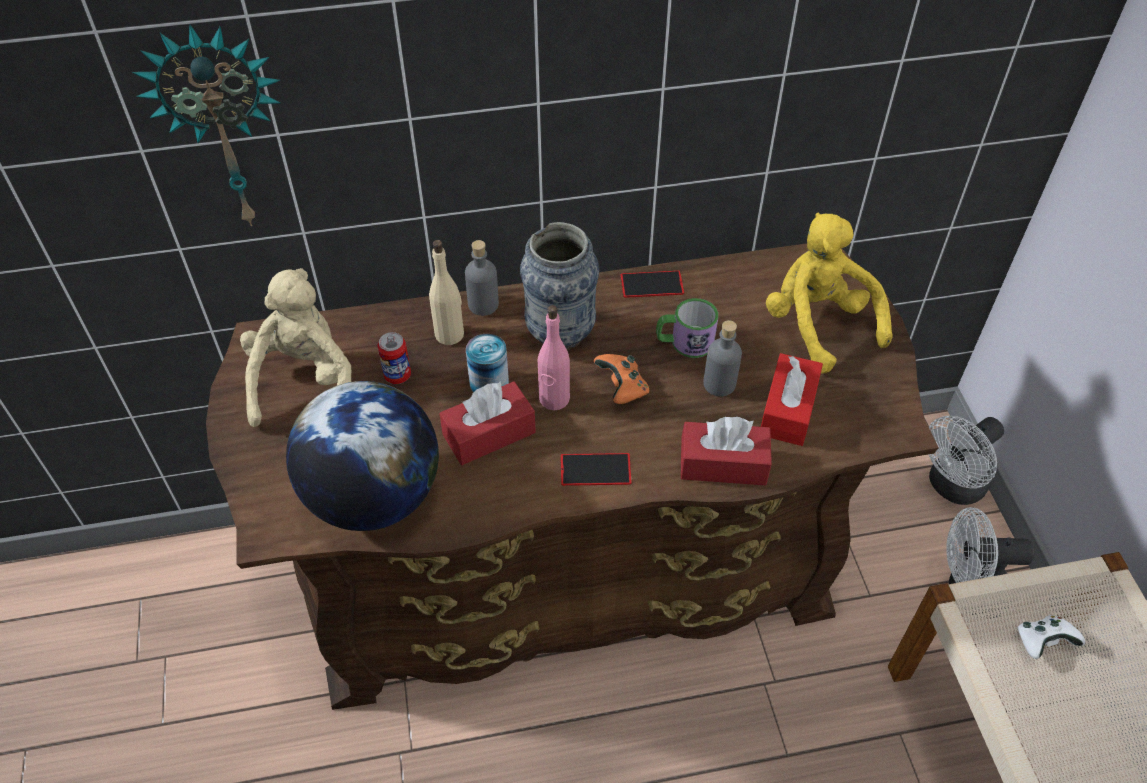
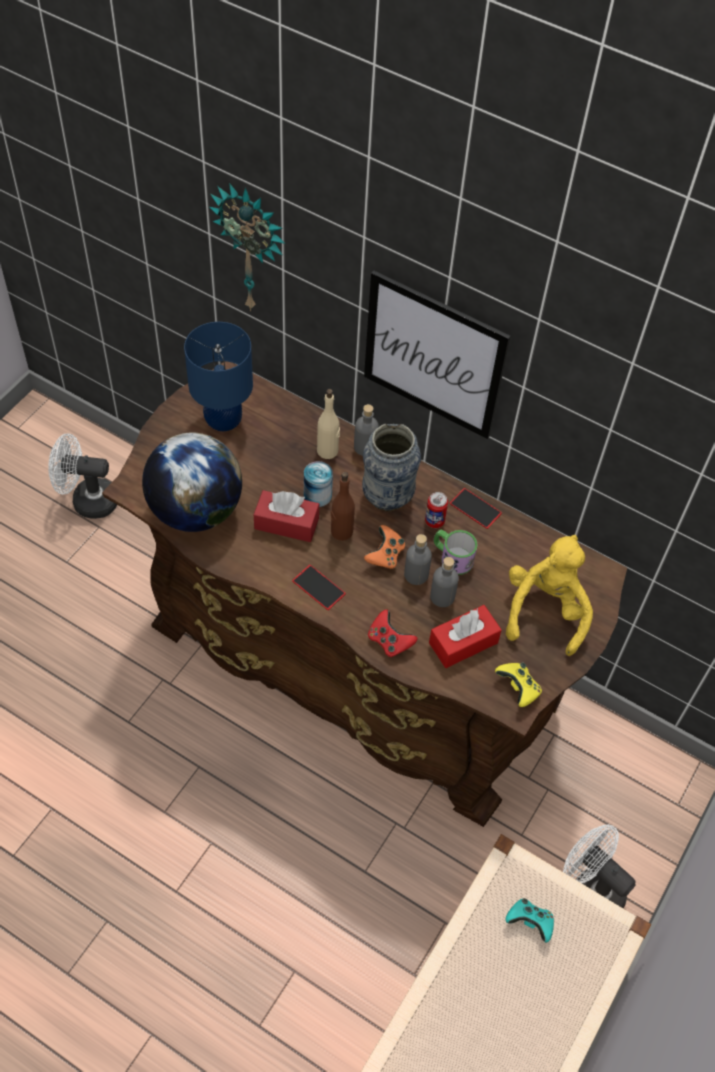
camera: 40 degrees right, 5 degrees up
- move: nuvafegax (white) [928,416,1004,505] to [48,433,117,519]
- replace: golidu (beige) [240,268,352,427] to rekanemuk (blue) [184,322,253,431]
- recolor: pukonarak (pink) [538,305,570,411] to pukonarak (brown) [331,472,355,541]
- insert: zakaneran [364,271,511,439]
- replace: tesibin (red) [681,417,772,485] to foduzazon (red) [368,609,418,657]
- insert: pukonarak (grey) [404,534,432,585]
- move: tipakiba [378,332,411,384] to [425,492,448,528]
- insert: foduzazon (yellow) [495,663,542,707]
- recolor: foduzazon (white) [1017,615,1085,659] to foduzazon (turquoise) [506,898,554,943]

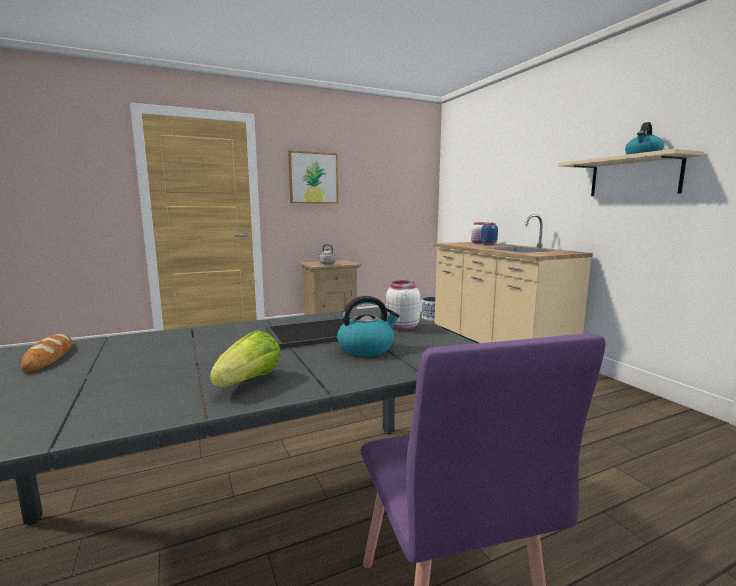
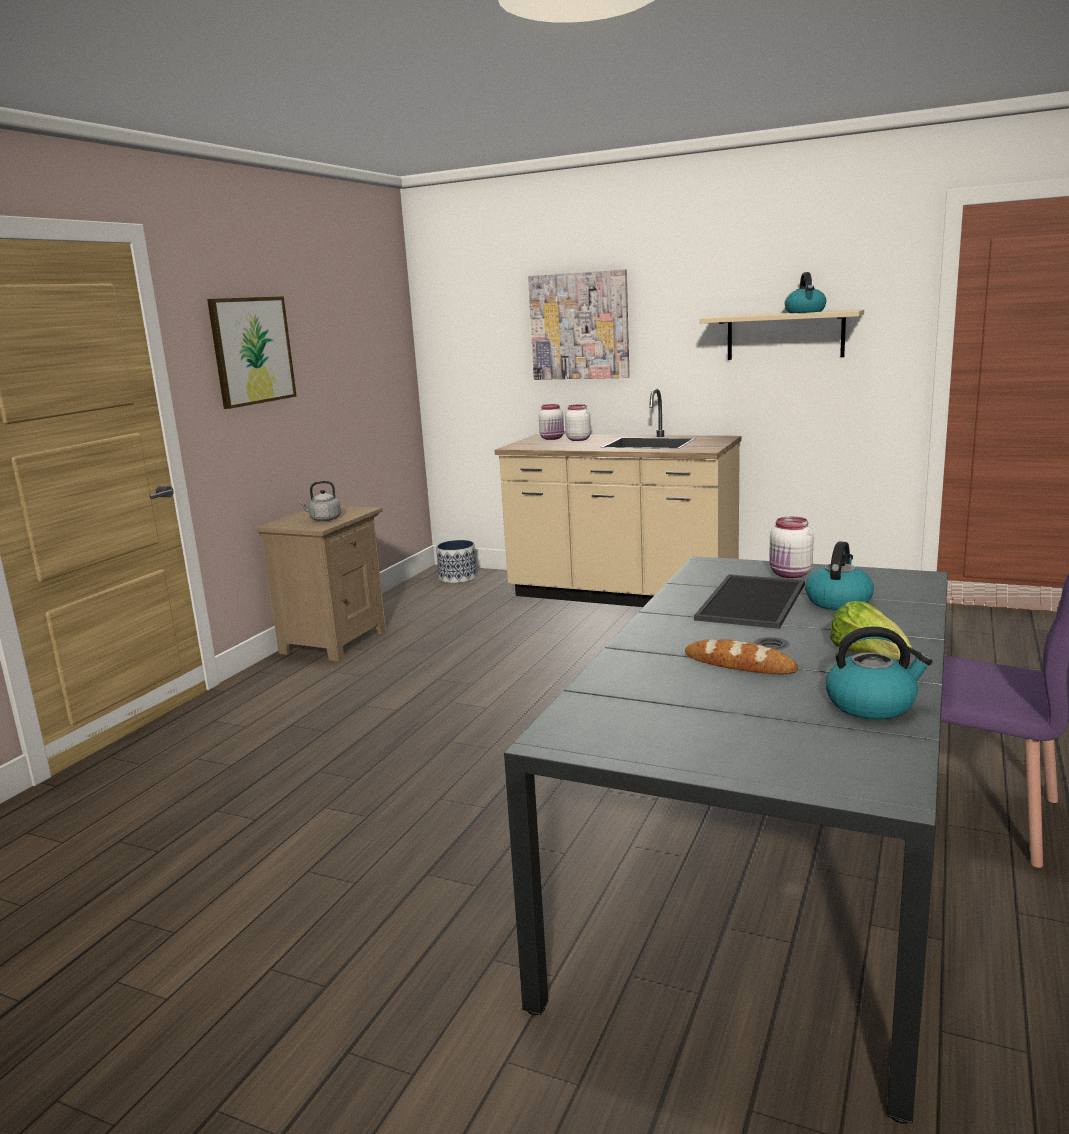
camera: 40 degrees left, 5 degrees up
- insert: zakaneran [528,269,630,380]
- recolor: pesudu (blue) [481,223,498,245] to pesudu (white) [565,404,591,441]
- move: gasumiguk [21,334,72,372] to [685,639,798,674]
- insert: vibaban [826,627,933,720]

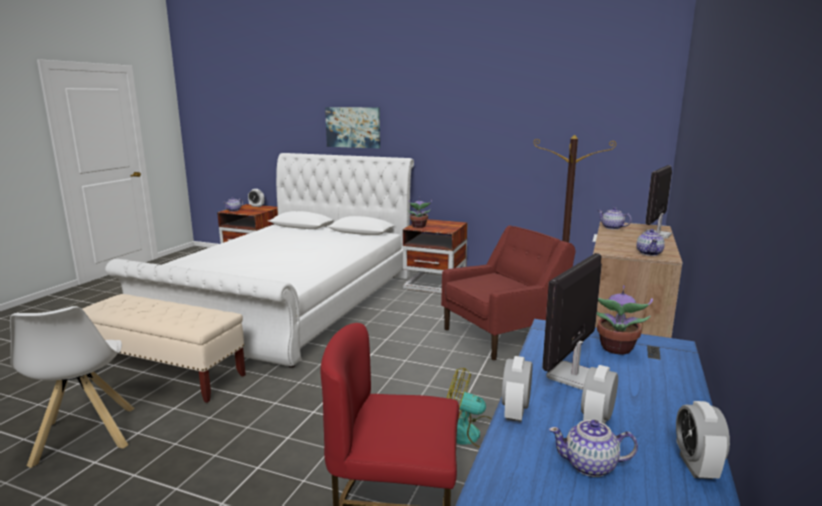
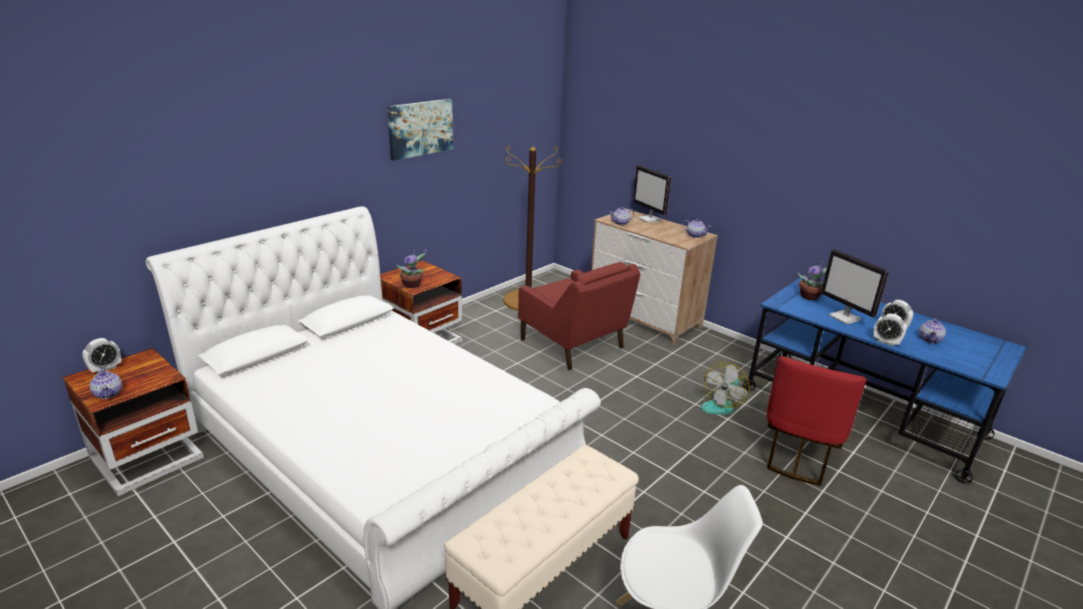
camera: 70 degrees left, 10 degrees up
- move: zakaneran [325,107,380,148] to [387,99,453,161]
- rotate: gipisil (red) [441,226,575,360] = [518,262,640,370] 150 degrees clockwise
- delete: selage [676,401,730,479]

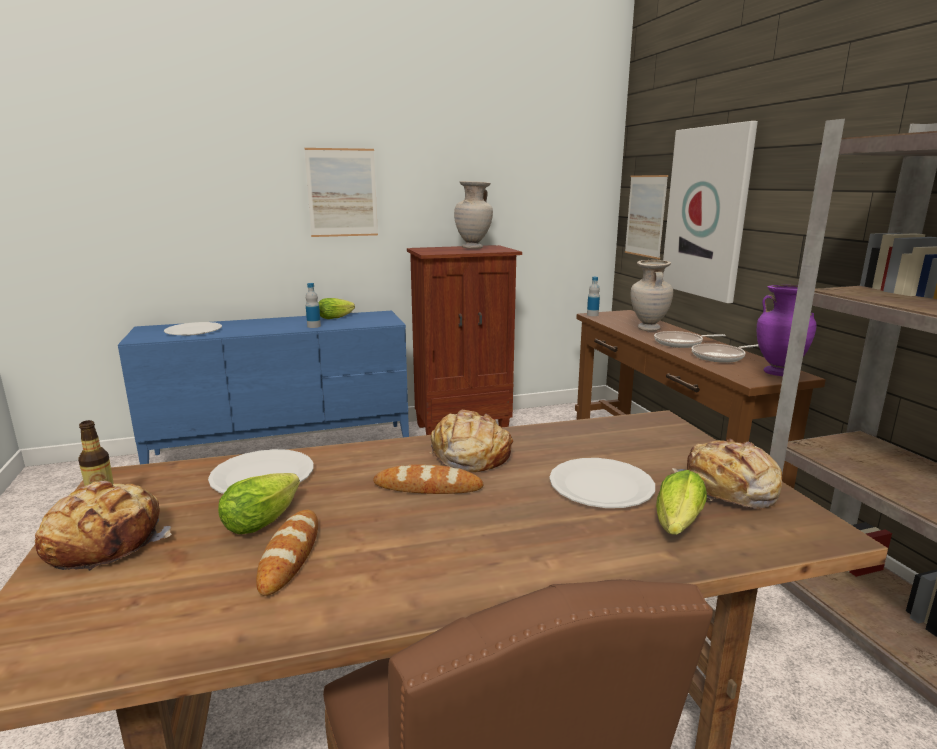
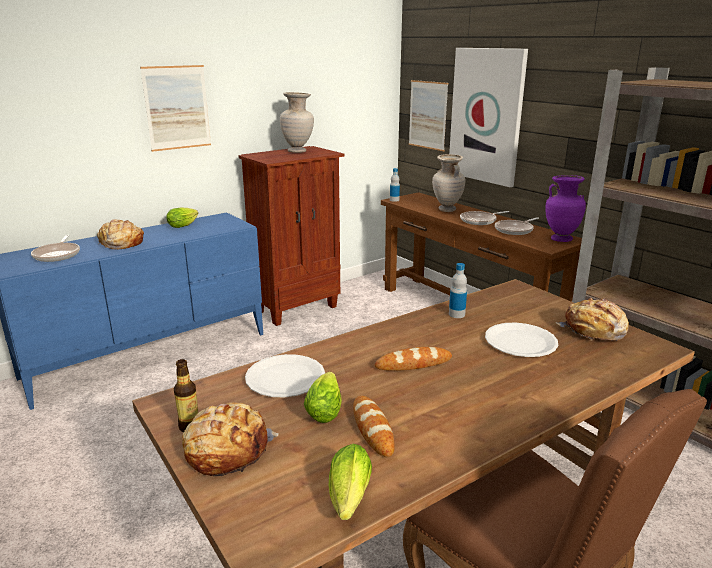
camera: 20 degrees left, 5 degrees up
- replace: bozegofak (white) [164,322,222,336] to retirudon [31,235,80,262]
- move: gasumiguk [431,410,513,472] to [97,219,144,249]
- move: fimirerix [656,470,707,535] to [329,444,372,520]
- move: pukonarak [306,283,321,328] to [449,263,467,318]

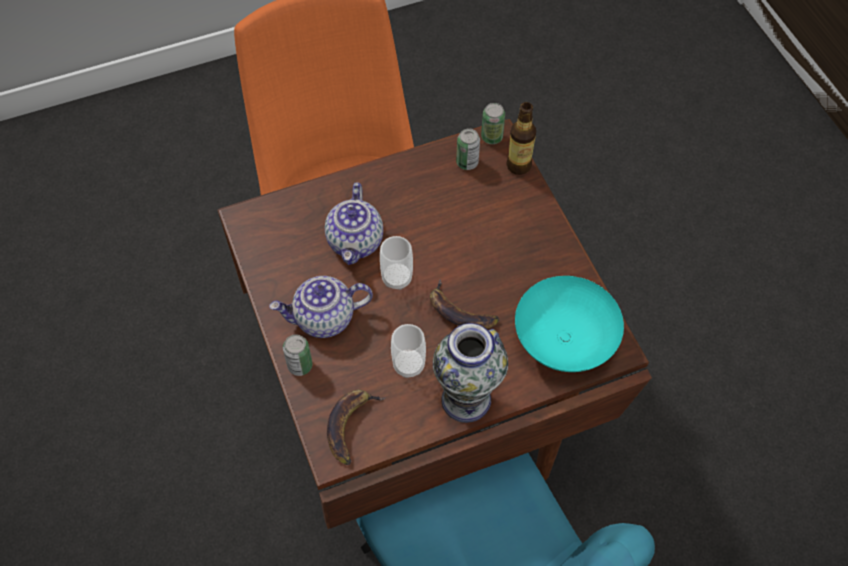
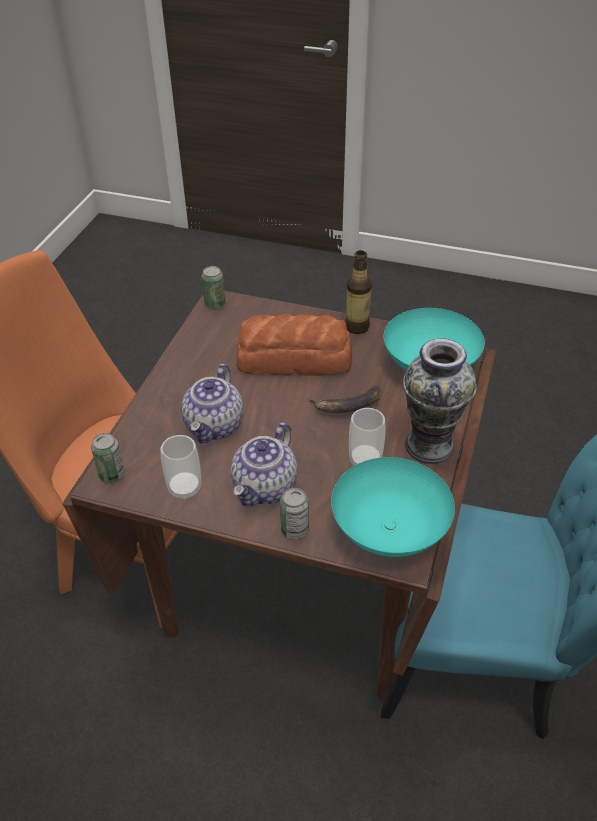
camera: 50 degrees left, 15 degrees down
- move: tipakiba [456,129,480,170] to [91,433,125,483]
- move: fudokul [380,236,413,290] to [160,435,201,500]
- rotate: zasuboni [325,183,383,265] = [181,364,244,443] 60 degrees clockwise
- insert: gasumiguk [236,314,352,376]
- replace: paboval [327,389,386,465] to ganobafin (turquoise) [331,457,455,557]
- move: pukonarak [506,102,536,175] to [345,250,372,334]

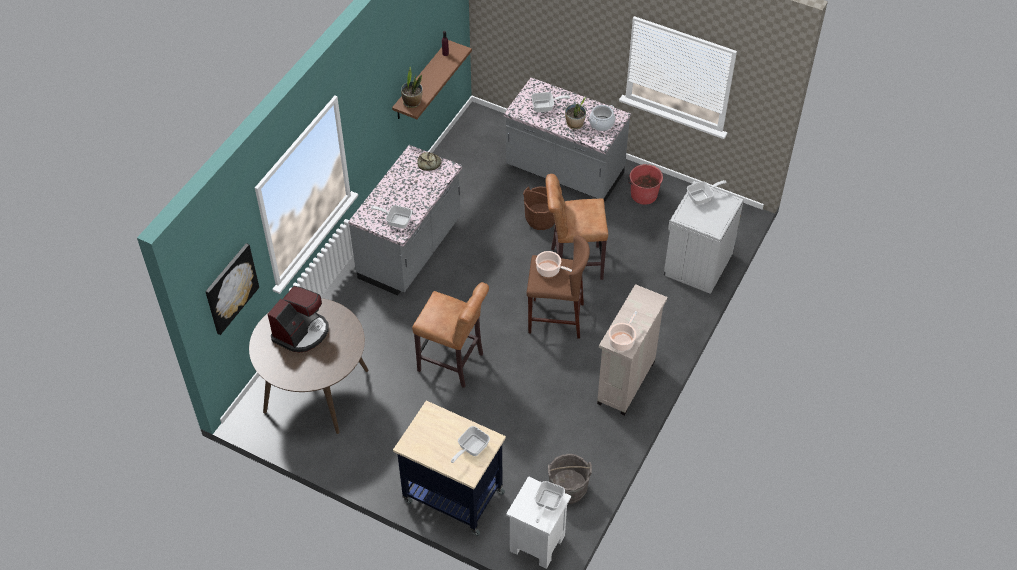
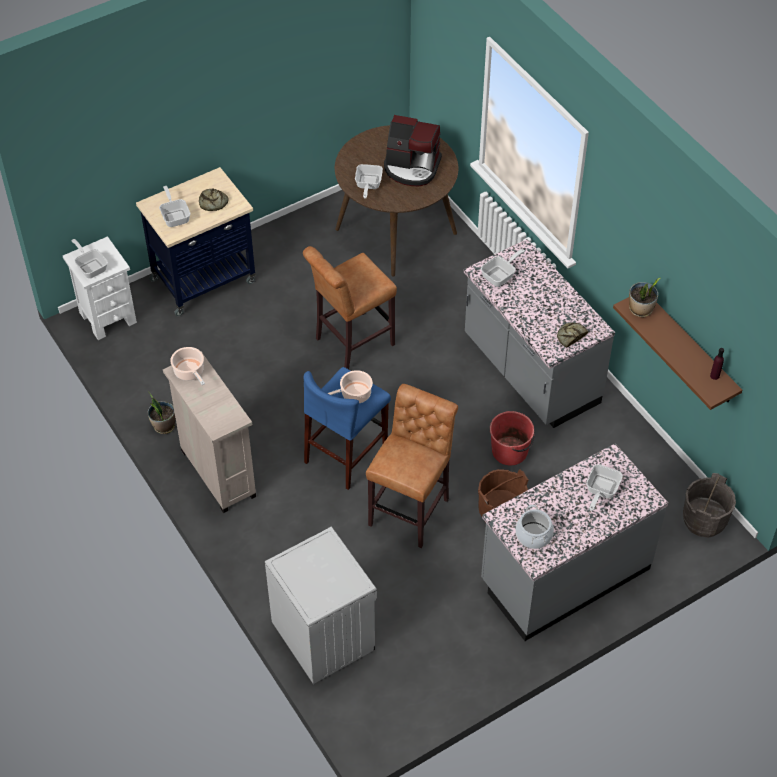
camera: 120 degrees right, 0 degrees up
- move: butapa [565,97,586,130] to [148,391,175,434]
- insert: gasumiguk [199,188,229,211]
- recolor: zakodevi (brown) [526,235,590,339] to zakodevi (blue) [304,367,391,490]
- move: retirudon [687,180,727,205] to [355,164,383,199]
- rotate: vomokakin [267,286,329,352] = [384,115,442,186] 45 degrees counterclockwise
- move: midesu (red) [628,164,663,205] to [490,411,535,466]
- move: midesu (grey) [548,454,592,504] to [683,473,736,537]
- delete: zakaneran [205,243,259,335]

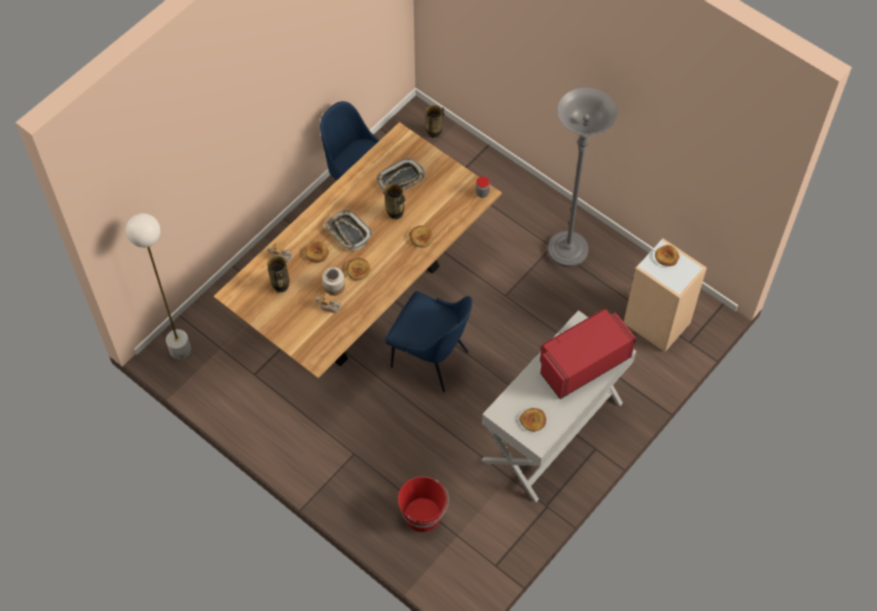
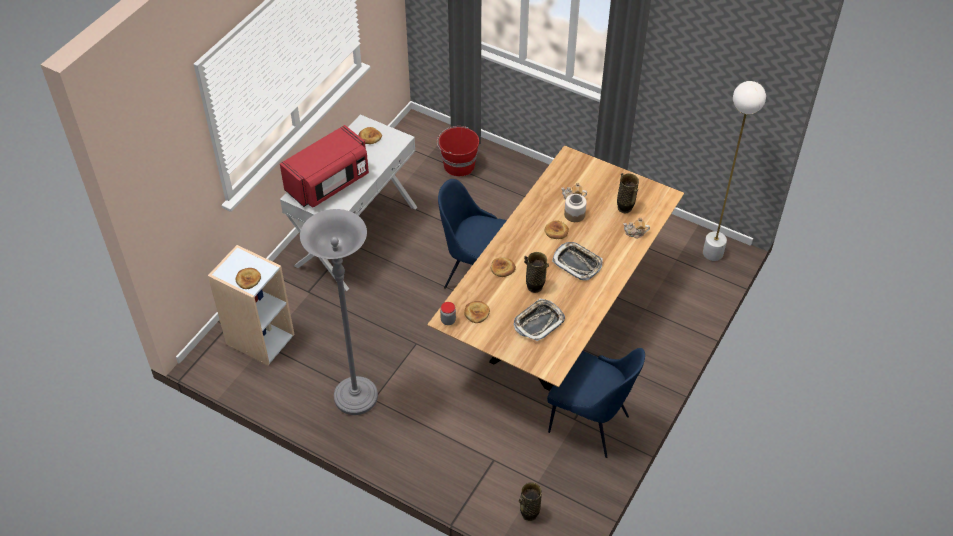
camera: 170 degrees right, 10 degrees down
- move: gasumiguk [304,241,329,263] to [464,301,490,323]

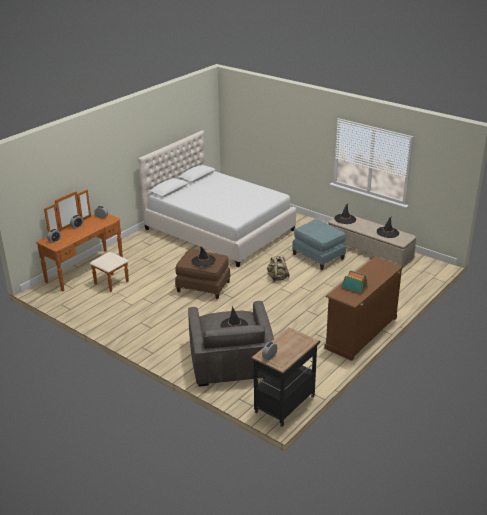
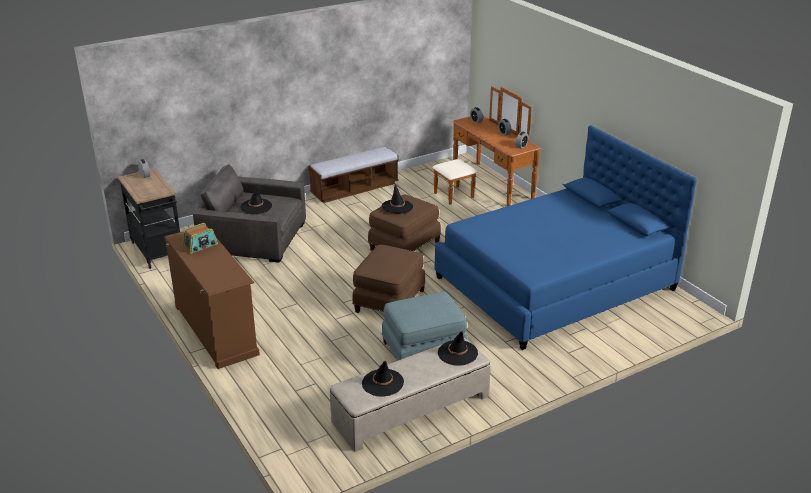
camera: 110 degrees right, 0 degrees up
- insert: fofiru [308,147,399,203]
- replace: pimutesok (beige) [267,255,290,281] to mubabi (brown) [352,245,426,313]
- recolor: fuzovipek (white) [139,130,296,267] to fuzovipek (blue) [434,125,697,350]

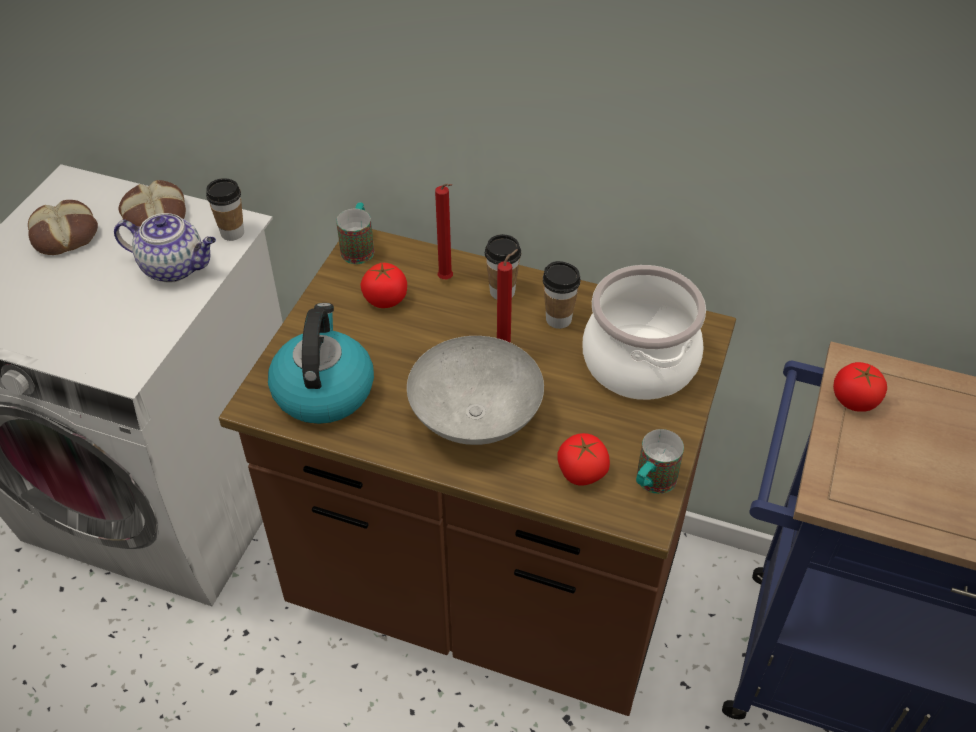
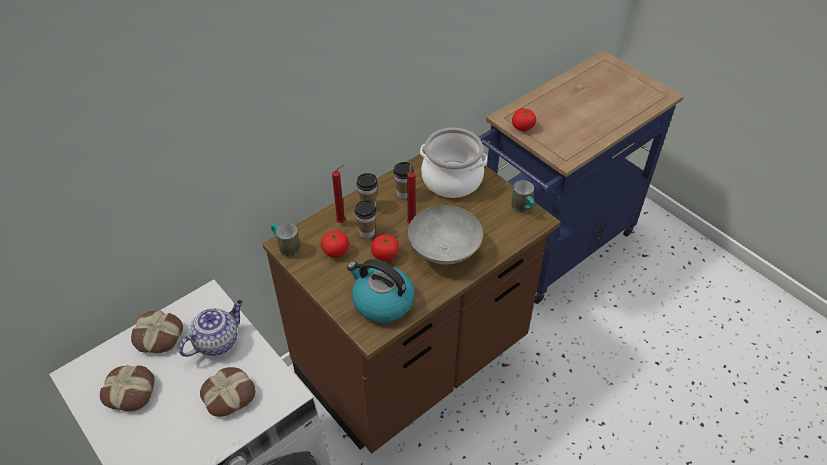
camera: 60 degrees left, 0 degrees up
- insert: gasumiguk [200,367,255,417]
- move: fudokul [206,178,244,241] to [355,200,377,238]
- move: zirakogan [557,433,610,486] to [371,234,399,262]

